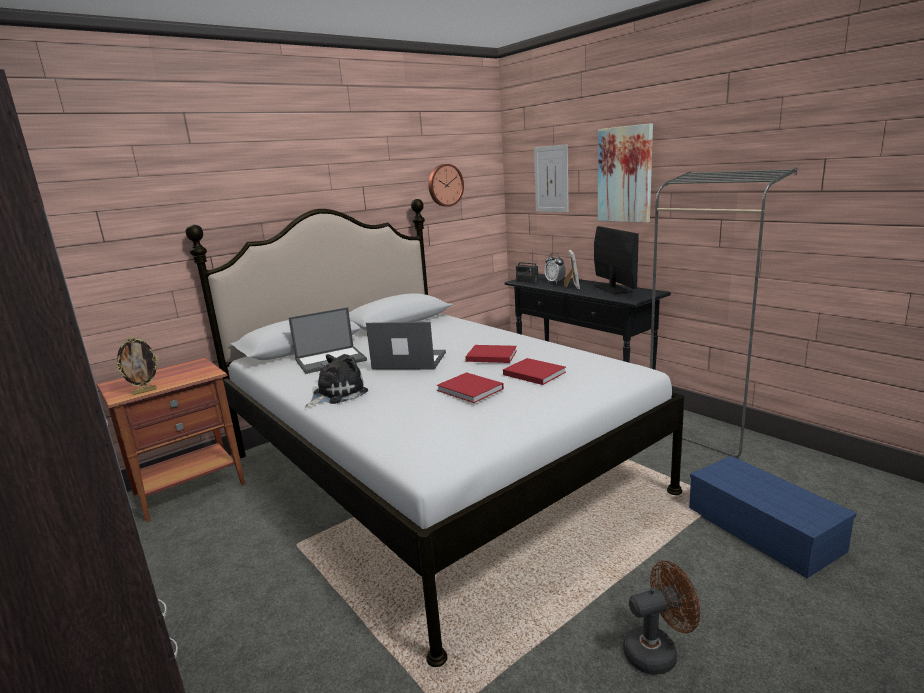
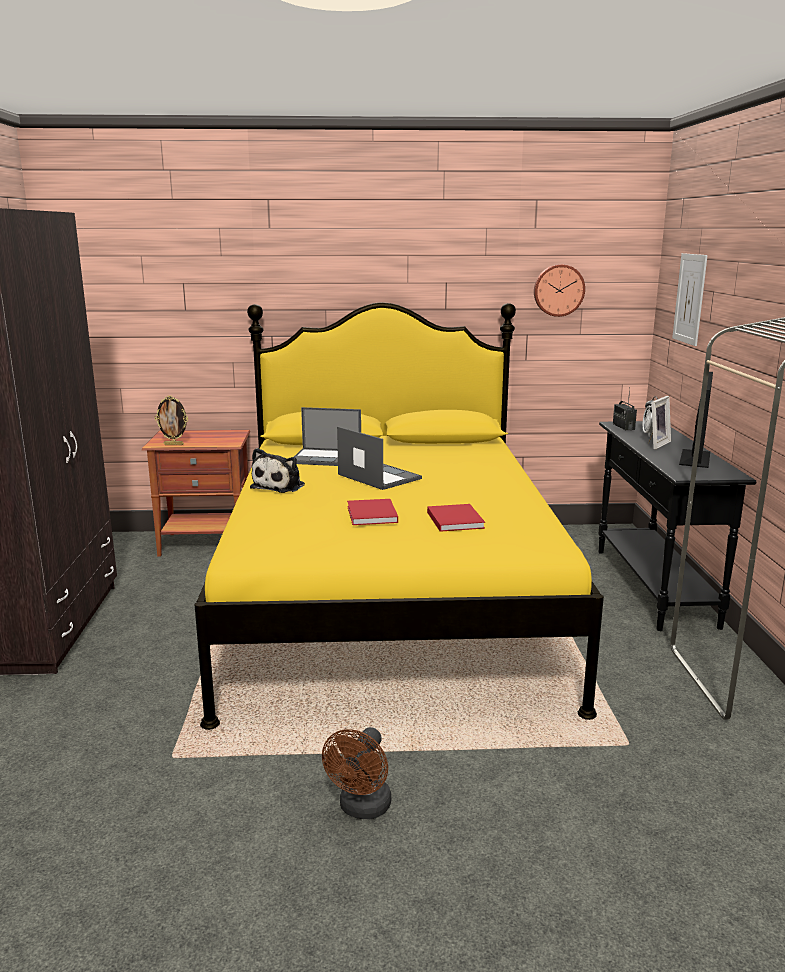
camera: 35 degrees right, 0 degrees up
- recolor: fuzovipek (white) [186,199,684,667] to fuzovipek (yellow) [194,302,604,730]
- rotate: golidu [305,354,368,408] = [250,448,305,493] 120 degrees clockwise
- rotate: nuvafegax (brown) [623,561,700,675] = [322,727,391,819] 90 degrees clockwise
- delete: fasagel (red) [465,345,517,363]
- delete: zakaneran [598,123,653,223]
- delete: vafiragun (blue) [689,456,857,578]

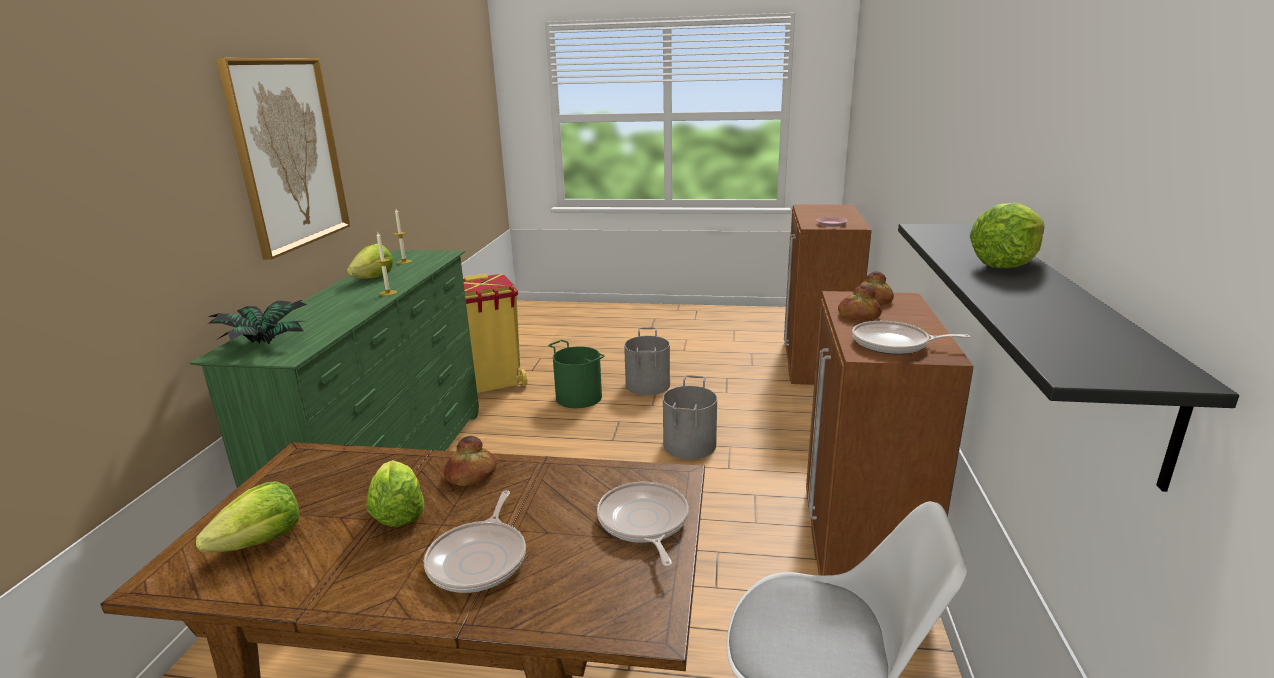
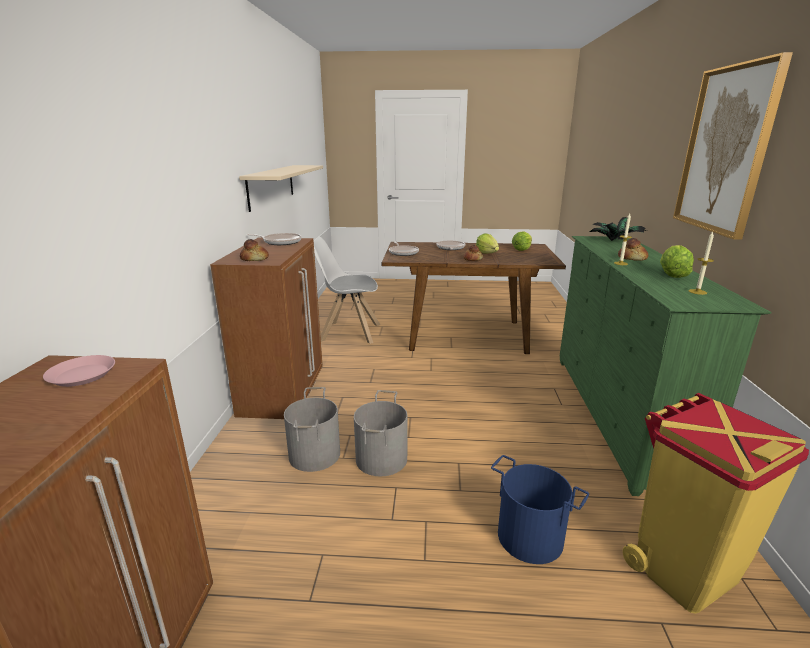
camera: 175 degrees right, 0 degrees up
- recolor: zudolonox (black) [898,224,1239,492] to zudolonox (beige) [239,165,323,212]
- move: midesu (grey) [624,327,670,395] to [284,387,340,472]
- recolor: midesu (green) [548,340,605,408] to midesu (blue) [491,455,589,564]
- move: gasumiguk [838,285,882,321] to [618,238,648,261]
- delete: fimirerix [970,203,1045,268]

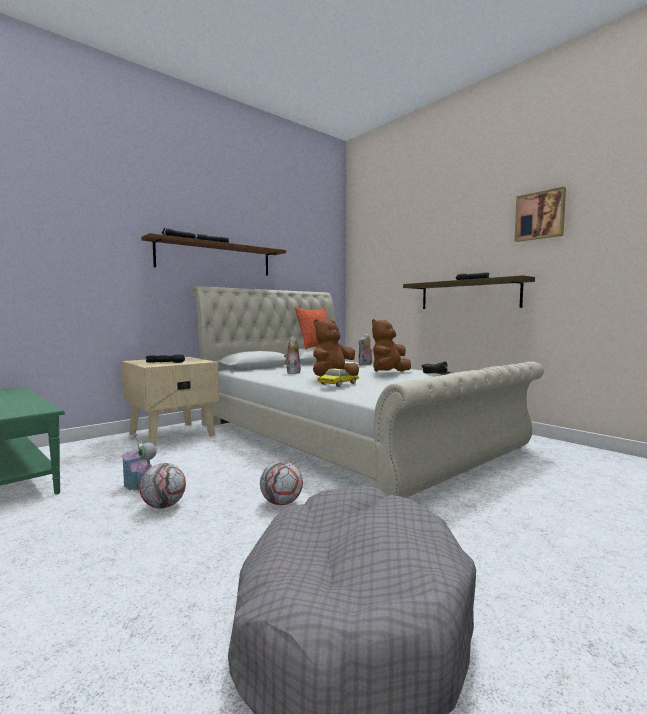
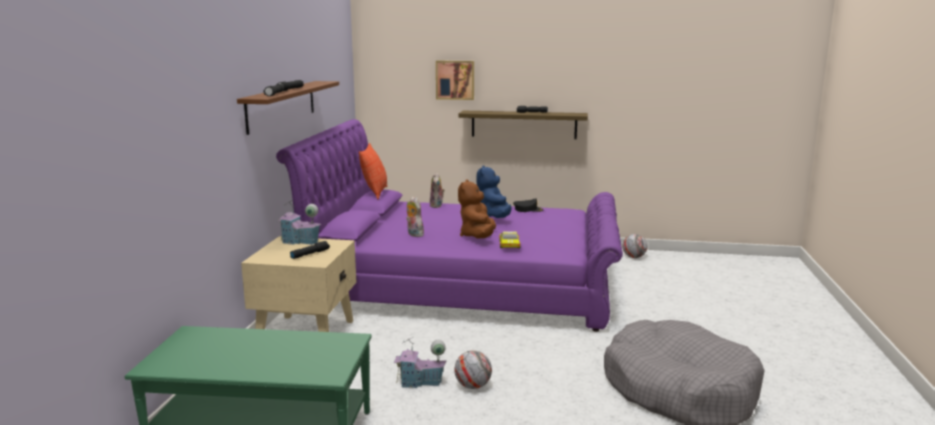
camera: 40 degrees left, 10 degrees up
- recolor: fuzovipek (beige) [192,286,544,498] to fuzovipek (purple) [276,119,623,332]
- insert: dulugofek [277,200,321,245]
- move: zakaneran [515,186,566,242] to [436,61,474,100]
- recolor: golidu (brown) [372,319,411,372] to golidu (blue) [476,165,512,218]
- move: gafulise [260,461,303,505] to [623,234,647,258]

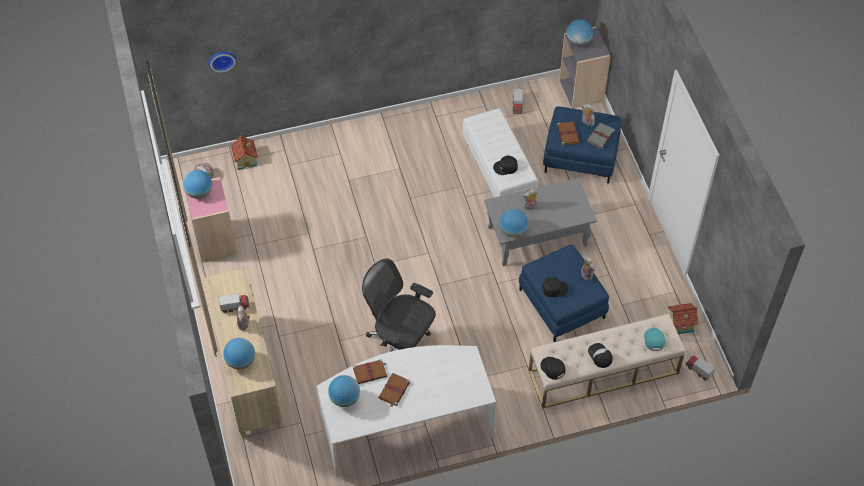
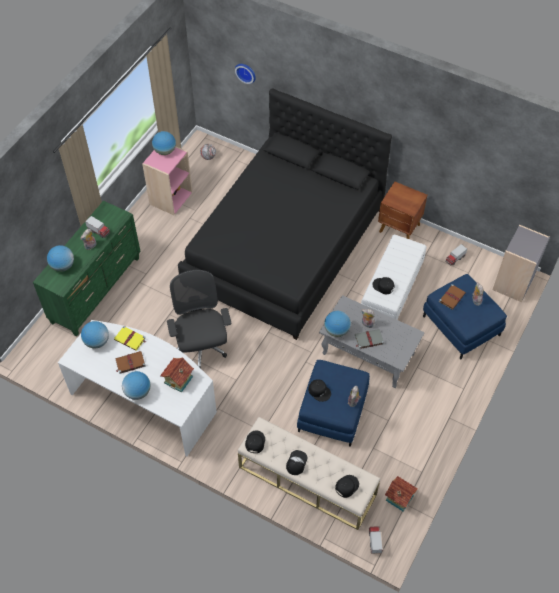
camera: 45 degrees right, 0 degrees up
- recolor: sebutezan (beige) [203,268,283,437] to sebutezan (green) [33,201,141,337]
- recolor: fasagel (brown) [353,359,387,384] to fasagel (yellow) [114,326,146,350]
- move: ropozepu [566,19,593,46] to [122,371,150,400]
- move: dulugofek [230,136,258,170] to [160,357,194,393]
- insert: fuzovipek (black) [178,88,392,340]
- recolor: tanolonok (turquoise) [644,328,666,351] to tanolonok (black) [335,475,359,498]
- move: fasagel (grey) [587,123,615,149] to [355,329,384,349]
- insert: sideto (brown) [378,181,428,239]

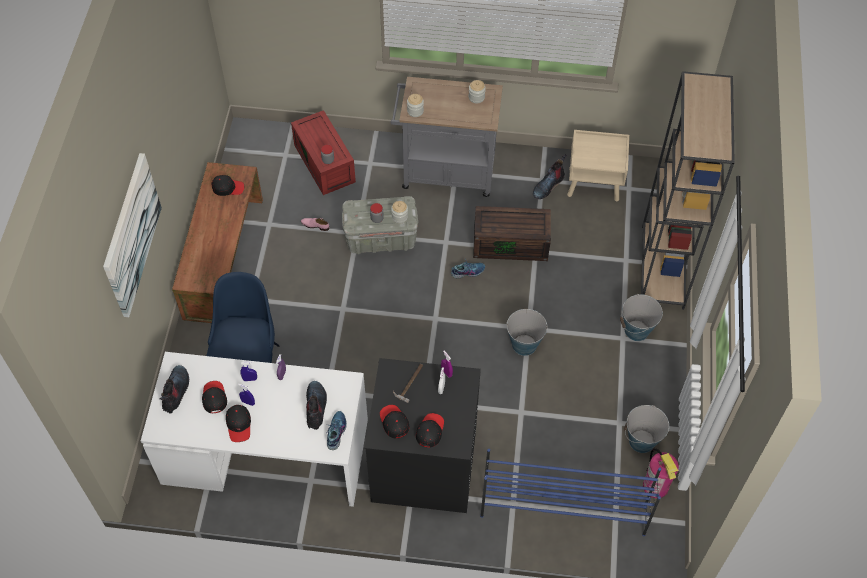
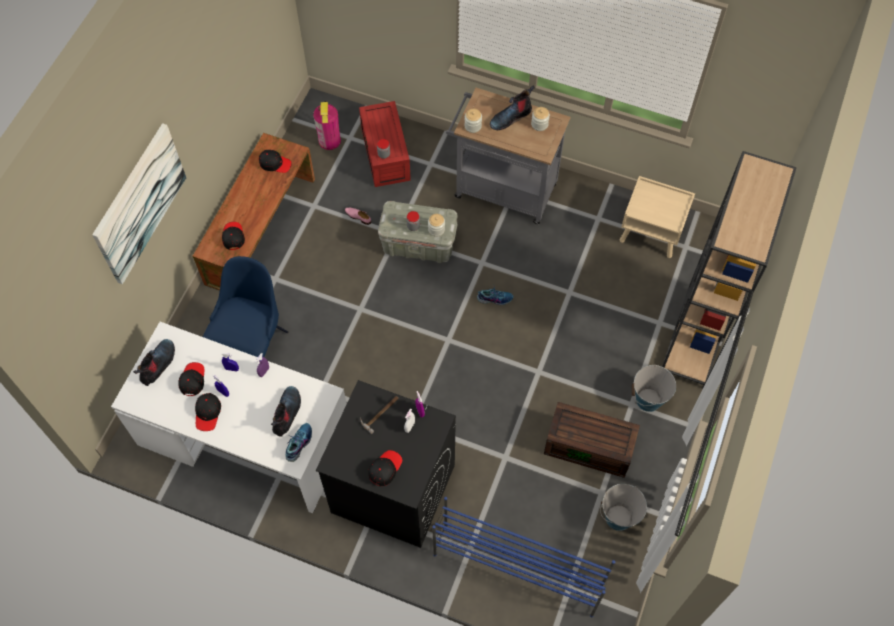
camera: 15 degrees right, 5 degrees up
- move: tanolonok (black) [380,405,410,439] to [222,222,245,250]
- move: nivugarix [643,448,679,499] to [313,101,341,150]
- move: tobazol [533,154,567,199] to [490,85,535,130]
- move: vafiragun (brown) [473,206,551,261] to [544,402,640,478]
- delete: midesu [506,309,548,356]

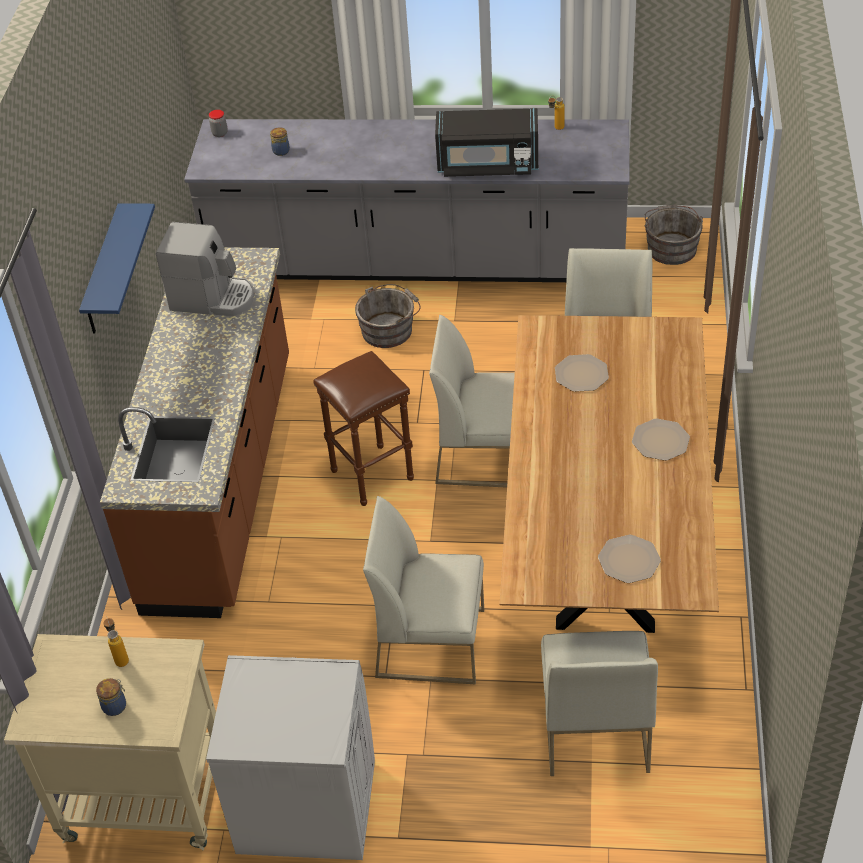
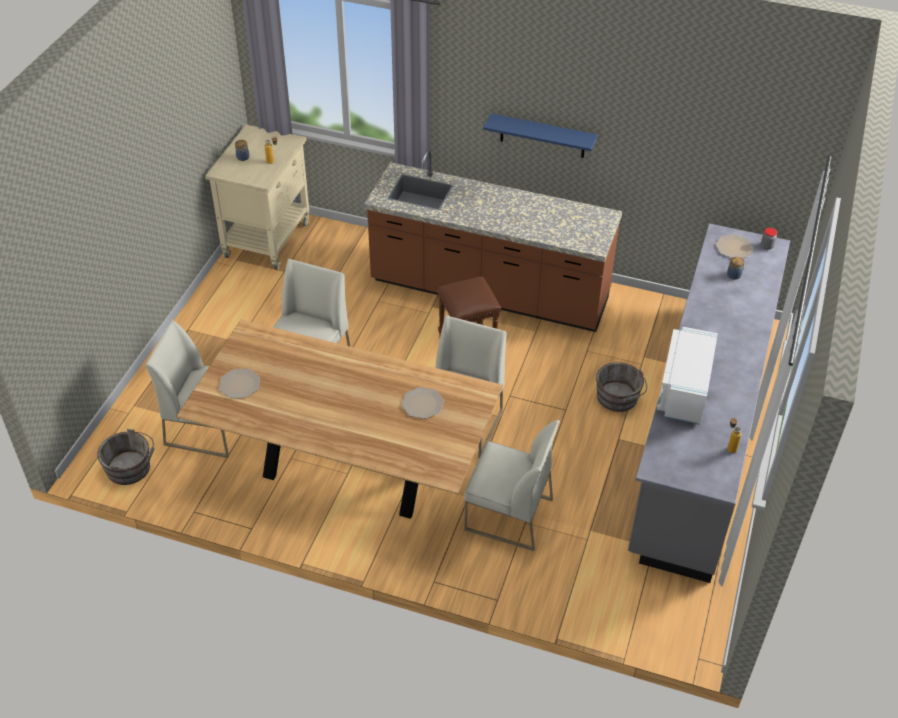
camera: 100 degrees right, 0 degrees up
- move: midesu (grey) [644,204,703,265] to [97,429,155,485]
- recolor: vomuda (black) [435,108,538,177] to vomuda (white) [657,327,718,425]
- move: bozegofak [632,418,690,461] to [715,234,754,258]
- delete: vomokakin [156,222,254,316]
- delete: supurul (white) [206,655,375,860]

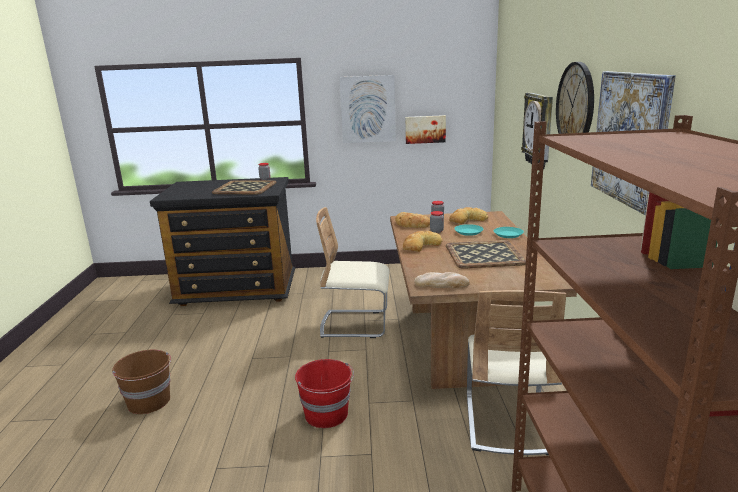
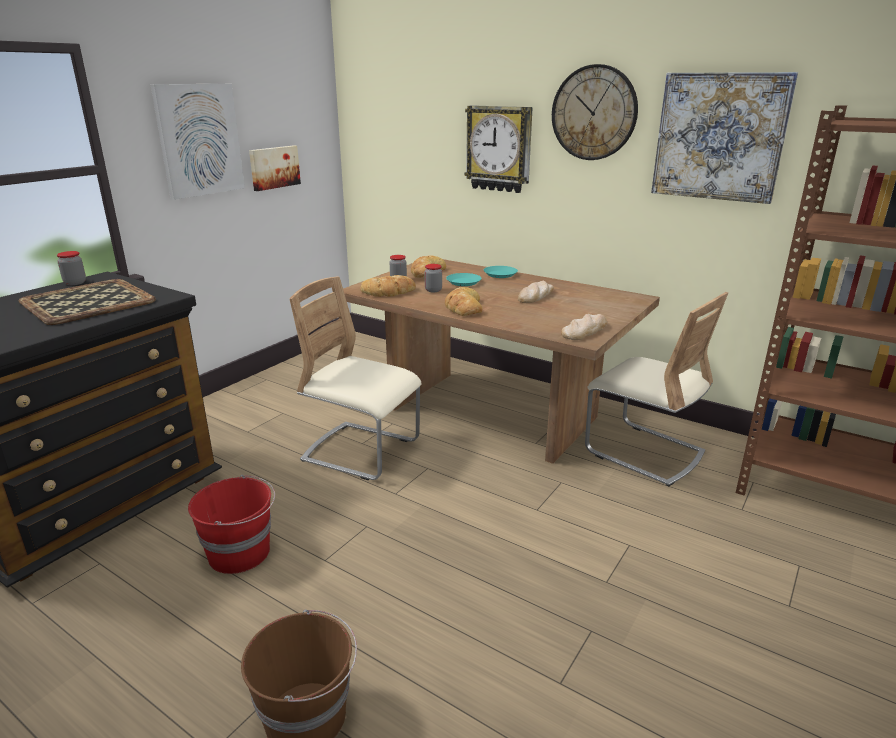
camera: 55 degrees left, 5 degrees up
- move: midesu (red) [295,359,354,428] to [188,475,275,574]
- rotate: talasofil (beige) [316,207,390,338] = [289,276,422,480] 75 degrees clockwise
- replace: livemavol [446,240,526,269] to gasumiguk [518,281,554,303]

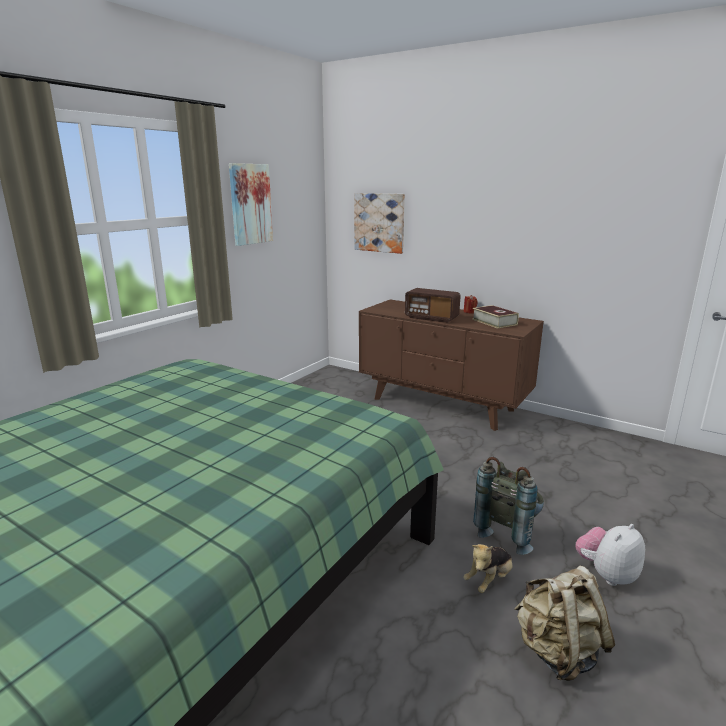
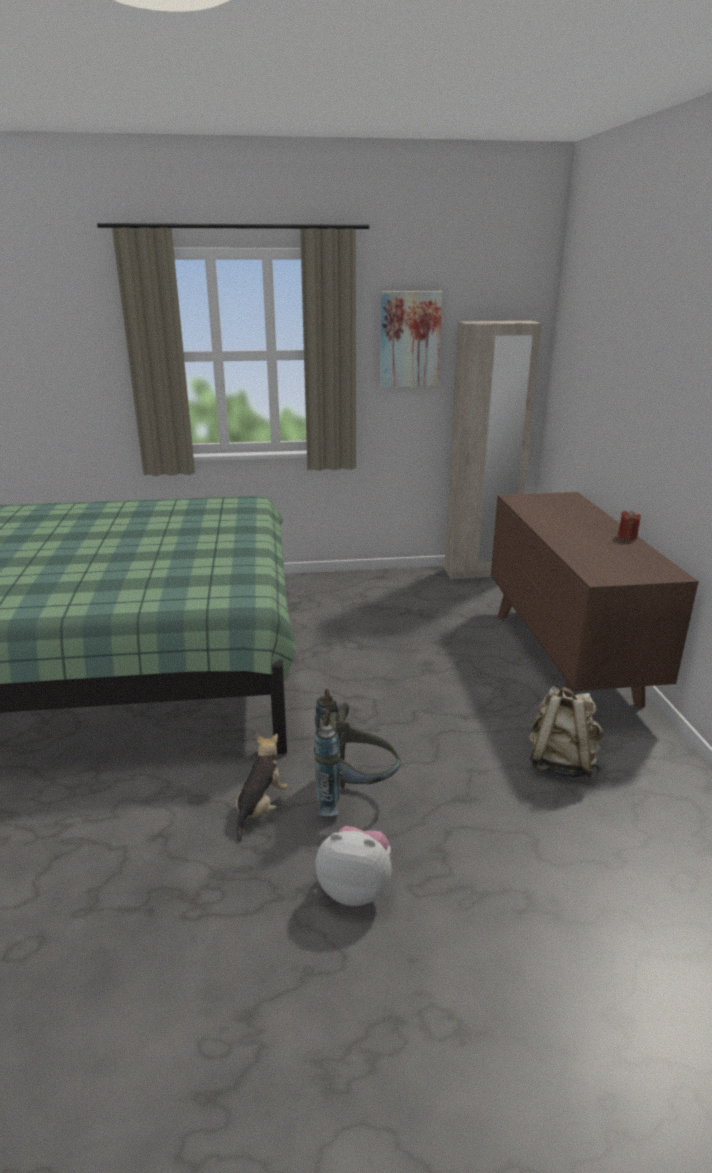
camera: 50 degrees right, 5 degrees up
- rotate: golidu [463,544,513,593] = [236,734,288,842] 105 degrees clockwise
- insert: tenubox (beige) [444,321,542,579]
- move: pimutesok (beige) [514,566,615,681] to [529,686,604,778]
- delete: zakaneran [354,193,405,254]
- delete: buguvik [405,288,461,323]
- delete: fasagel [472,305,519,329]

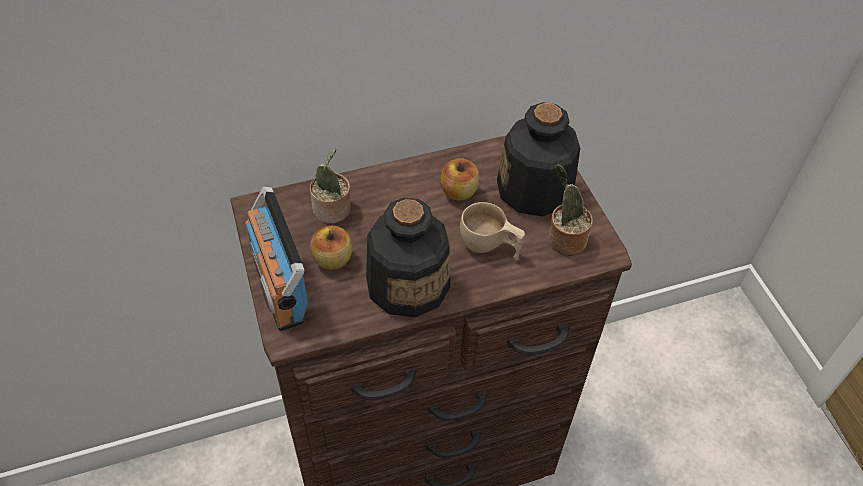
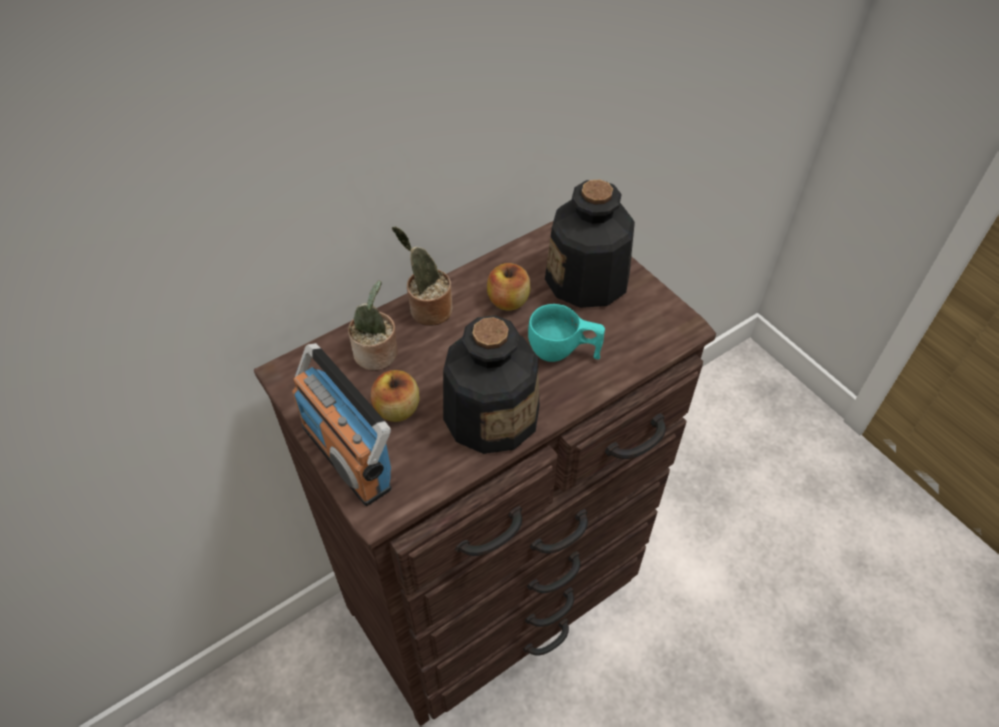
camera: 15 degrees left, 0 degrees up
- move: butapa [548,164,593,256] to [392,226,453,326]
- recolor: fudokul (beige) [460,202,525,261] to fudokul (turquoise) [528,304,605,362]

